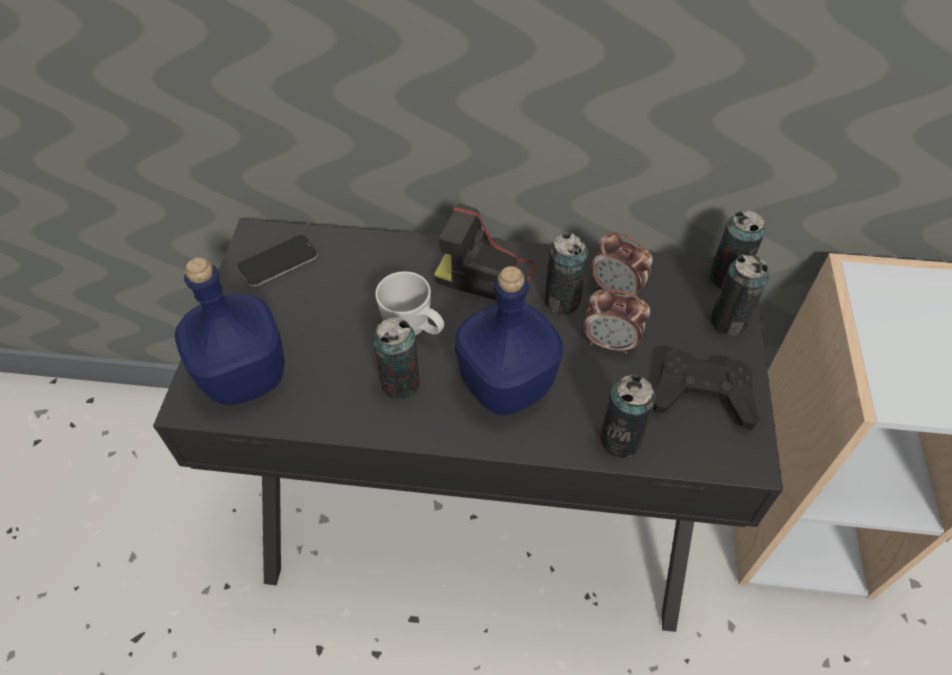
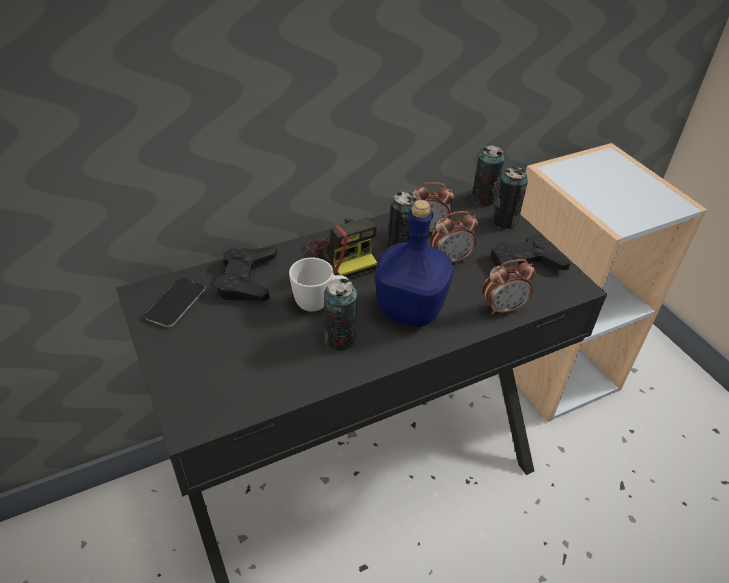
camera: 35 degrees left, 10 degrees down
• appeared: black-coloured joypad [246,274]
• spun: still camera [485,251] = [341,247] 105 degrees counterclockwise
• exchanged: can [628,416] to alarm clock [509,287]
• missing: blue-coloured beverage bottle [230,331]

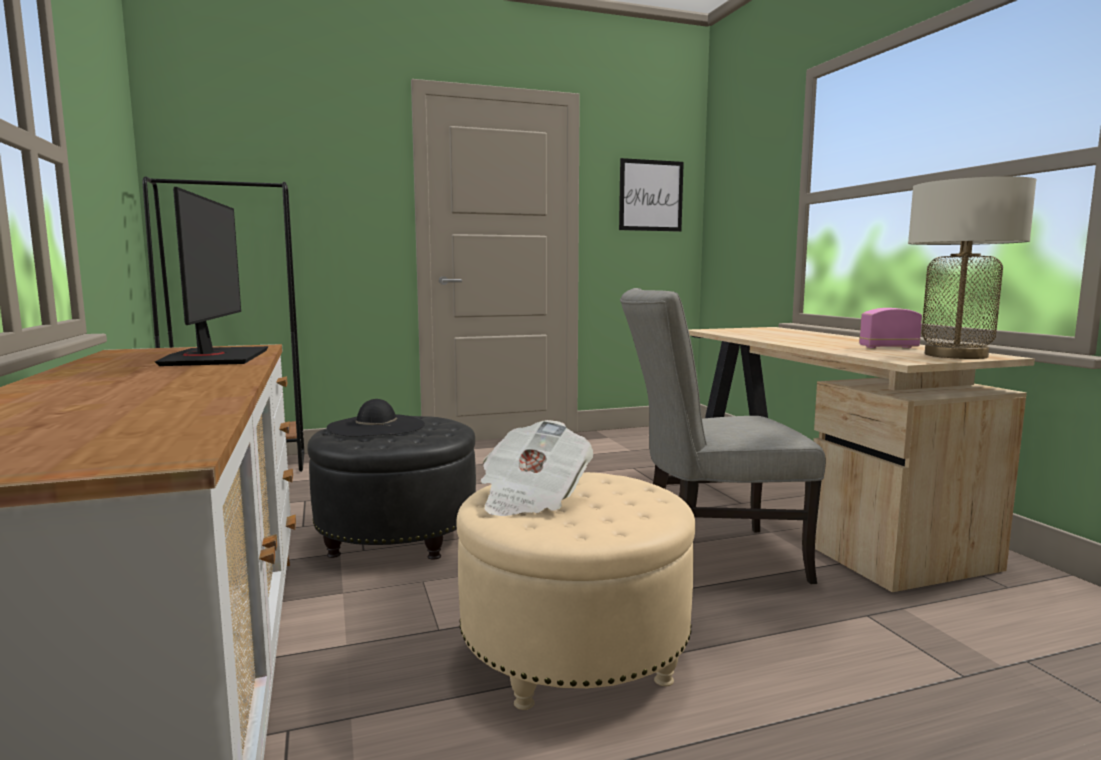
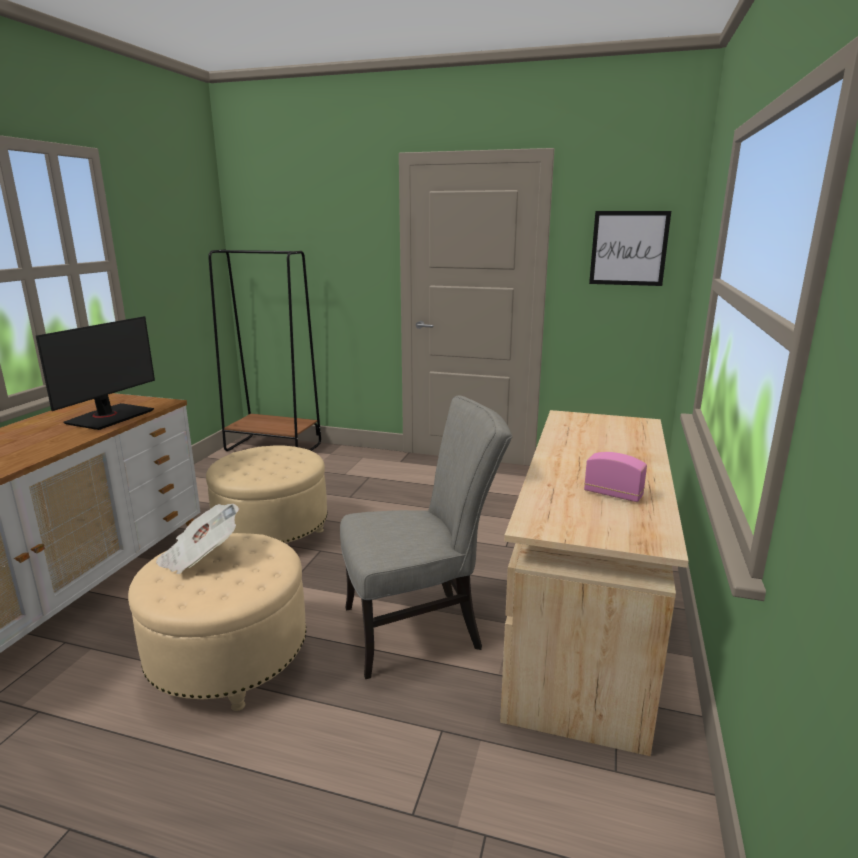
camera: 35 degrees right, 10 degrees up
• colour: black-coloured footrest [391,487] to beige-coloured footrest [266,494]
• spun: gray chair [723,436] = [426,537] 135 degrees clockwise
• missing: black-coloured hat [376,417]
• missing: lamp for a table [972,267]

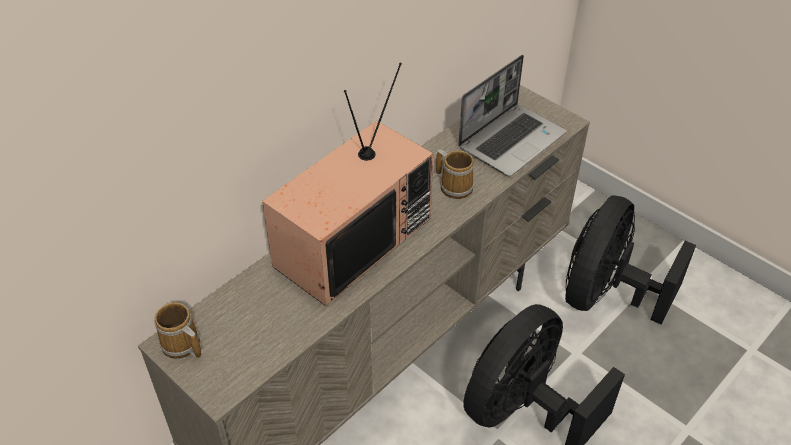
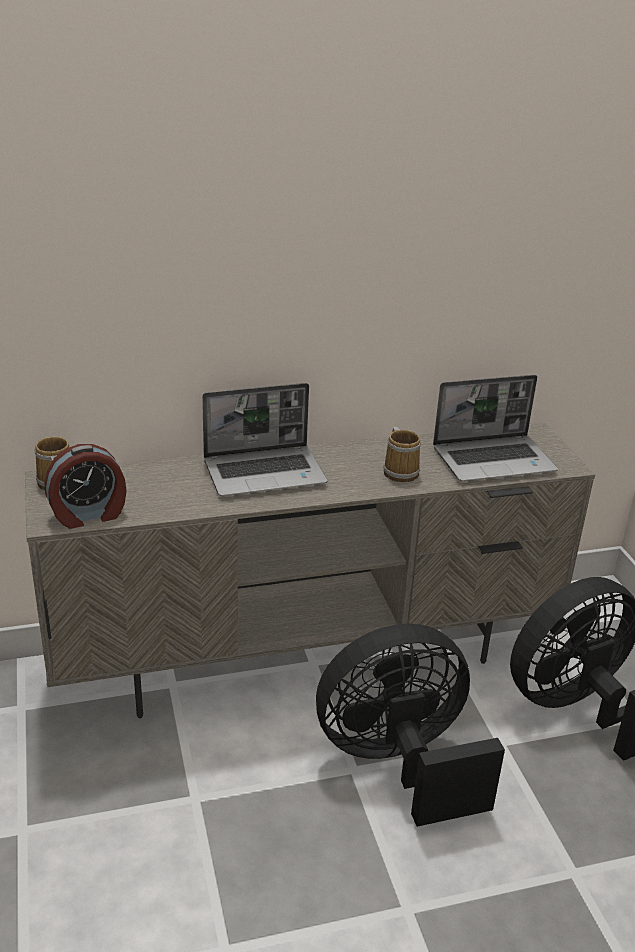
camera: 30 degrees right, 15 degrees down
• appeared: alarm clock [85,486]
• exchanged: TV set [347,184] to notebook computer [264,439]

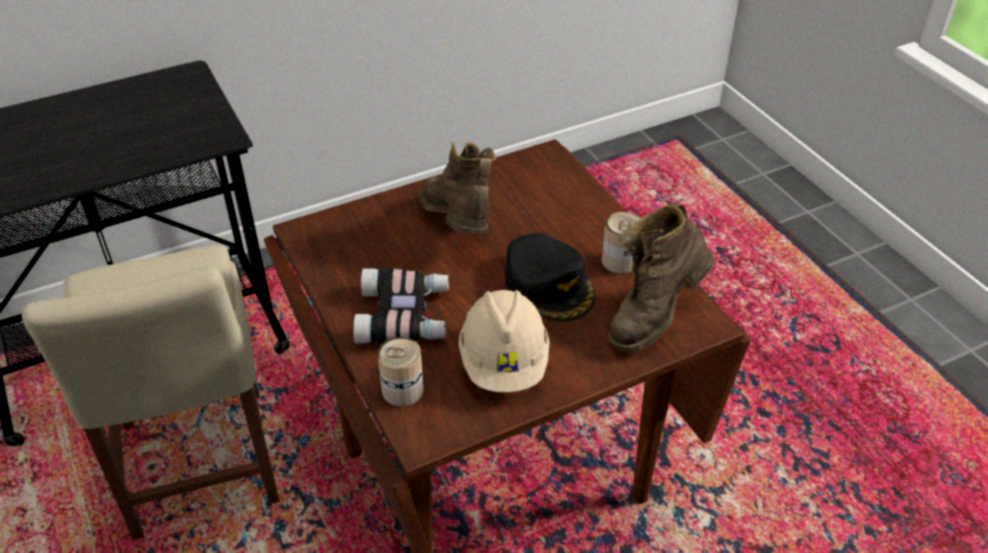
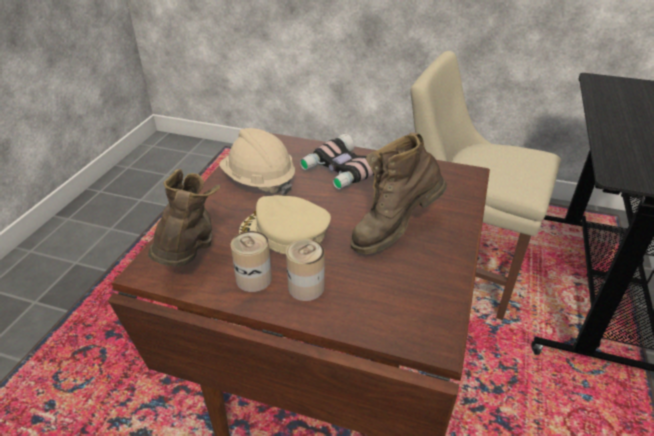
camera: 135 degrees right, 5 degrees down
• colour: black-coloured baseball cap [550,277] to beige-coloured baseball cap [285,224]
• relocated: can [401,372] to [305,270]
• spun: brownish high-top boot [457,187] = [398,193] 120 degrees clockwise

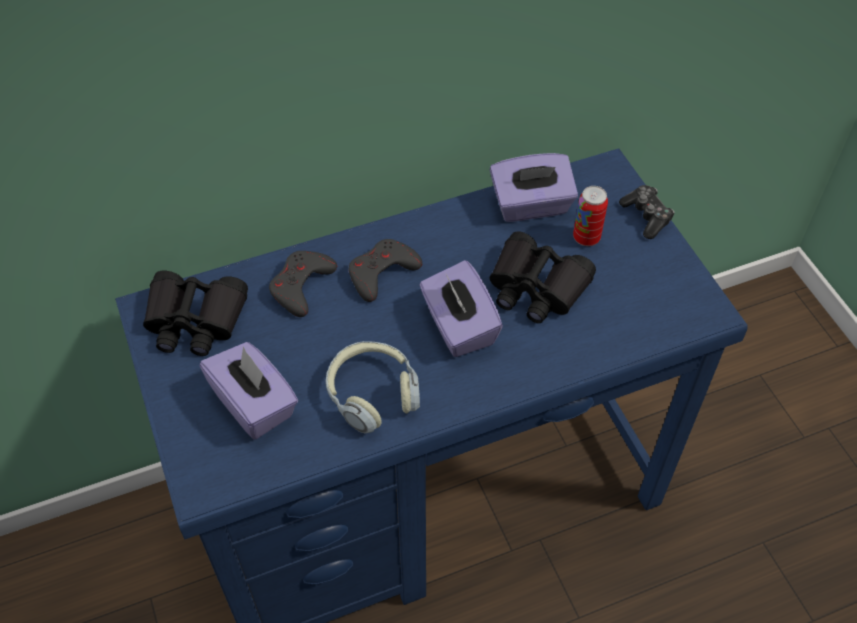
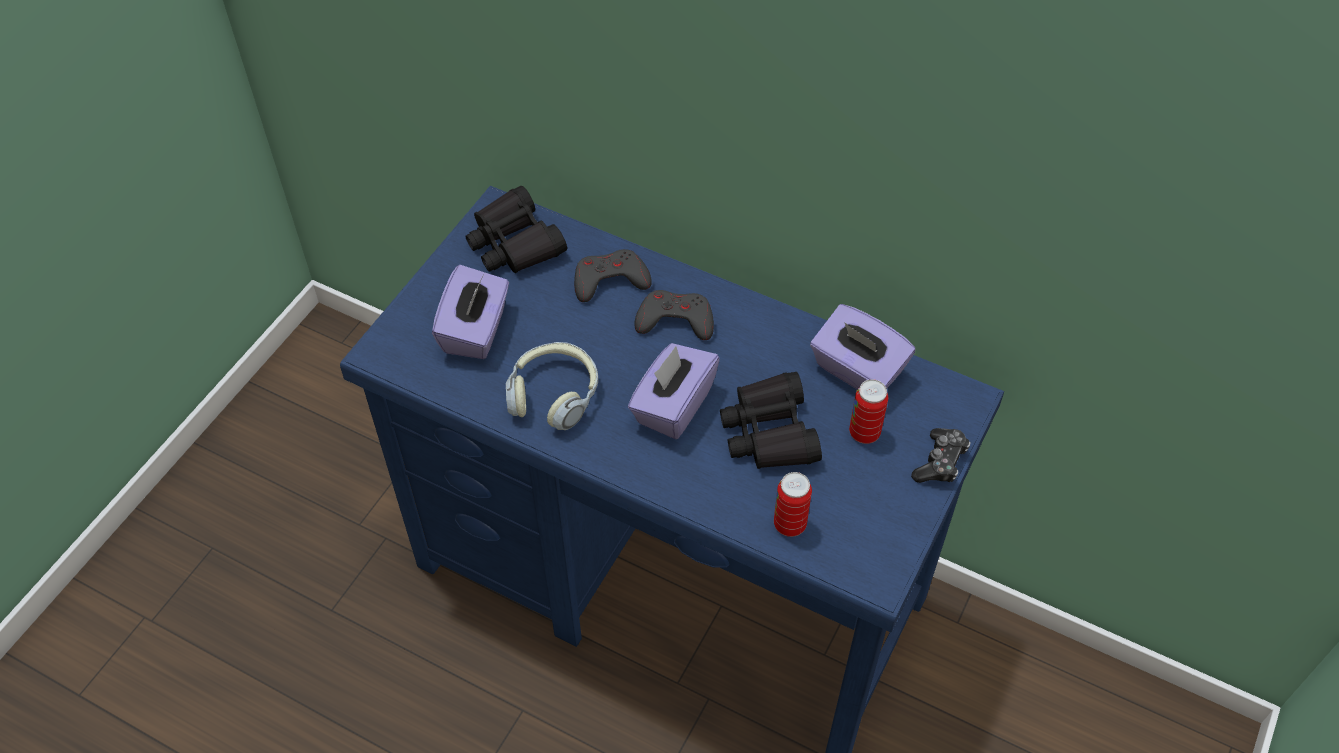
camera: 50 degrees right, 0 degrees up
• appeared: can [793,504]

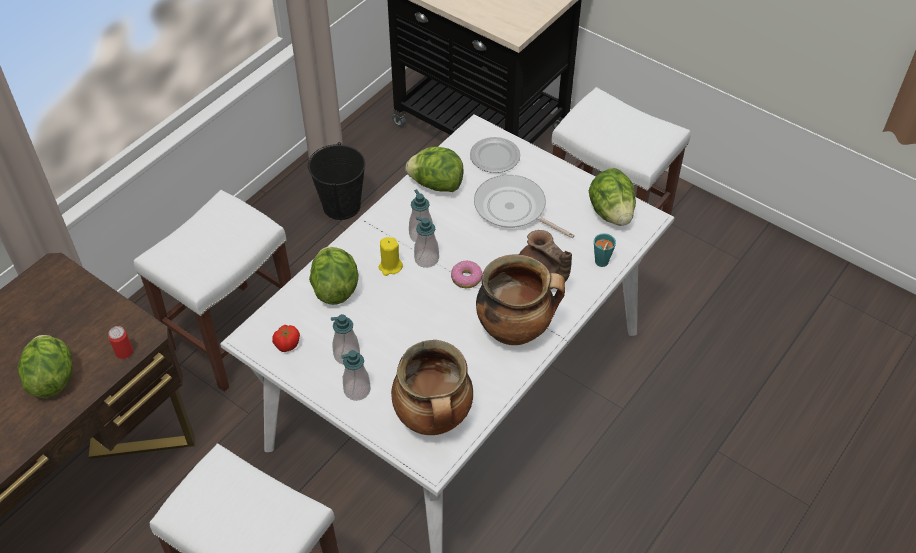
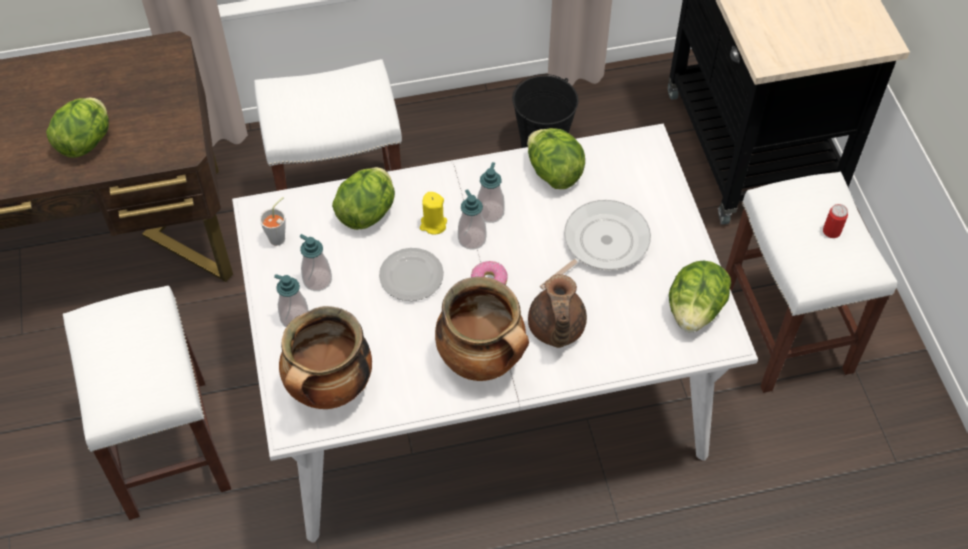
camera: 40 degrees right, 5 degrees up
• exchanged: tomato [286,338] to gray drinking cup [273,221]
• relocated: dinner plate [495,155] to [411,274]
• spun: skillet [524,206] = [595,245] 60 degrees clockwise
• relocated: can [120,342] to [835,221]
• missing: turquoise-coloured drinking cup [605,250]

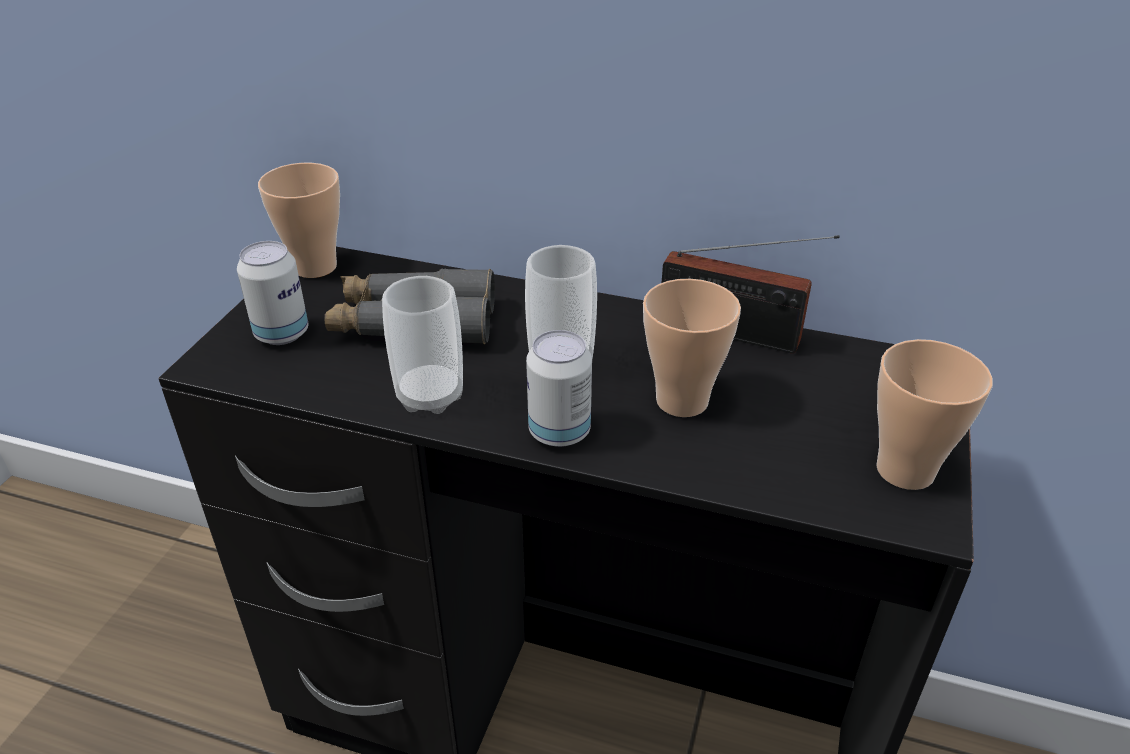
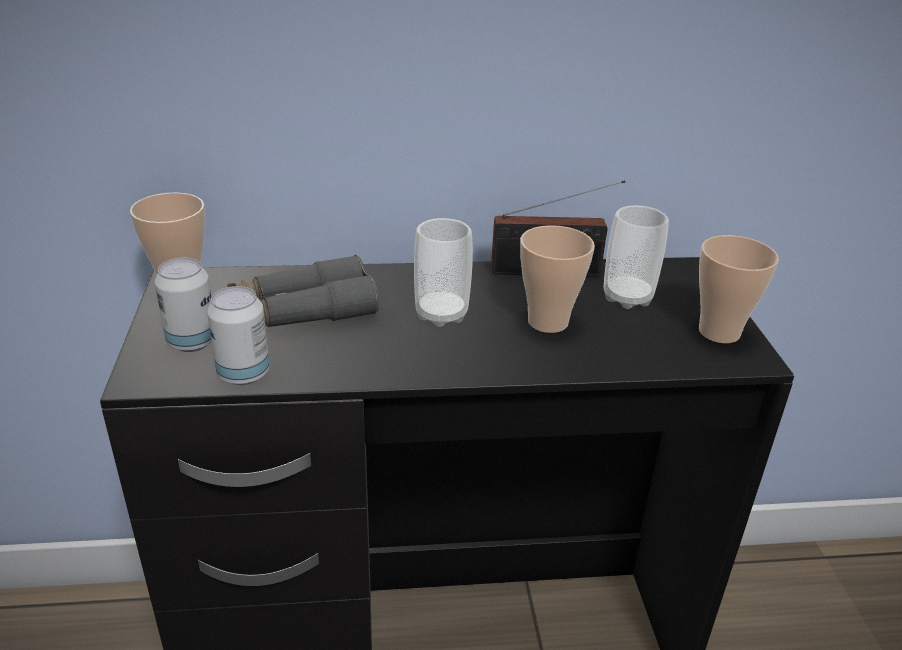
camera: 25 degrees left, 5 degrees down
• relocated: can [559,388] to [238,335]
• relocated: drinking cup [422,345] to [636,257]

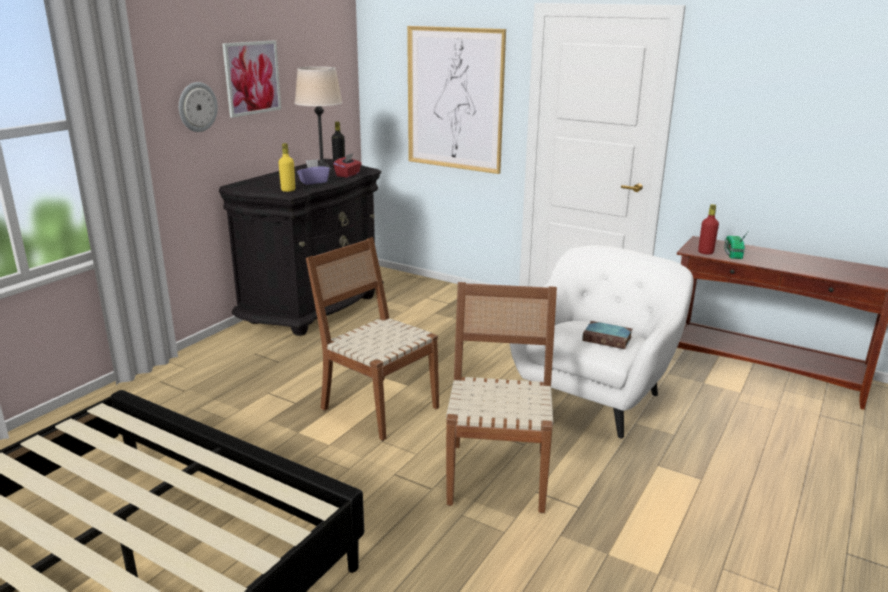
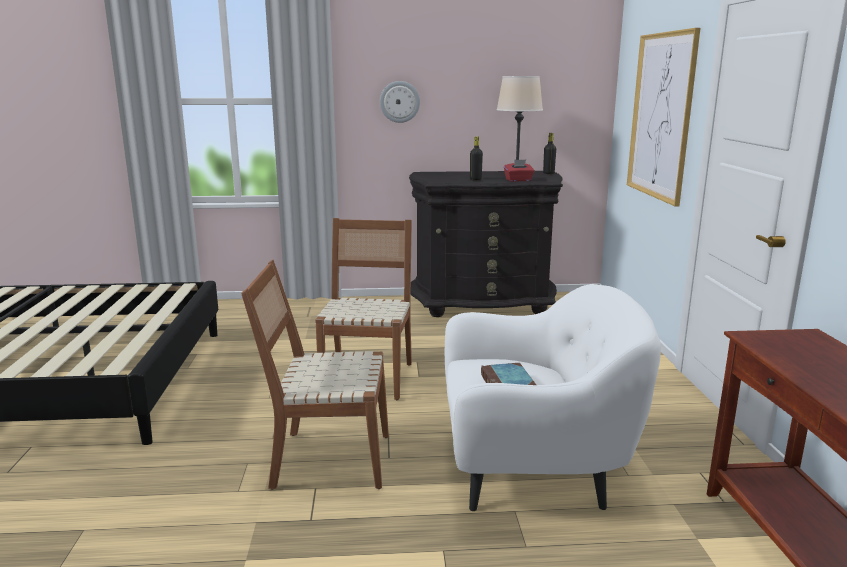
camera: 55 degrees right, 5 degrees down
• spun: chair [501,397] = [315,375] 150 degrees counterclockwise
• exchanged: purple-coloured tissue holder [313,172] to black-coloured beverage bottle [476,158]
• missing: wall art [251,79]
• missing: yellow-coloured beverage bottle [286,167]
• missing: red beverage bottle [708,229]
• missing: radio [736,245]

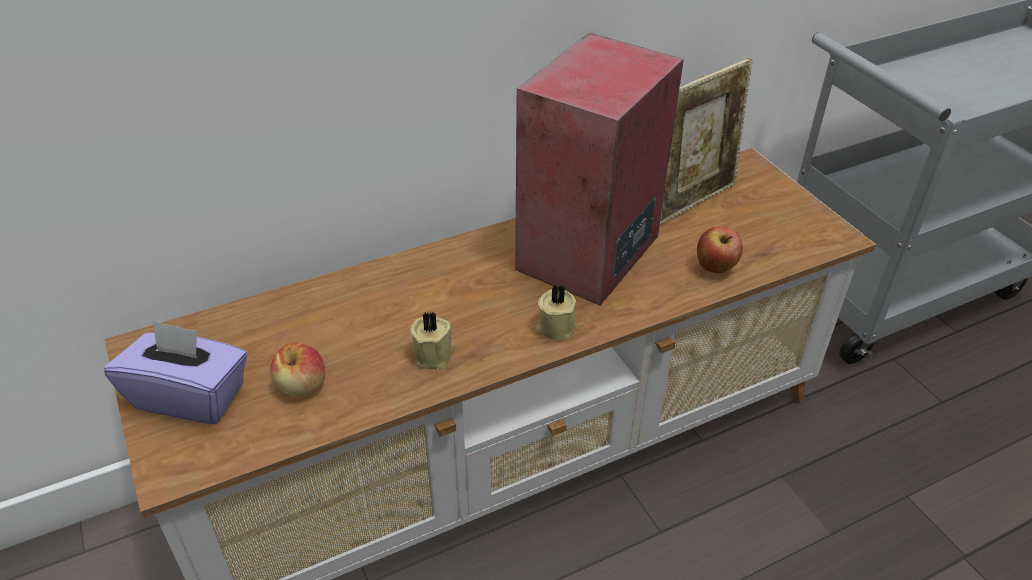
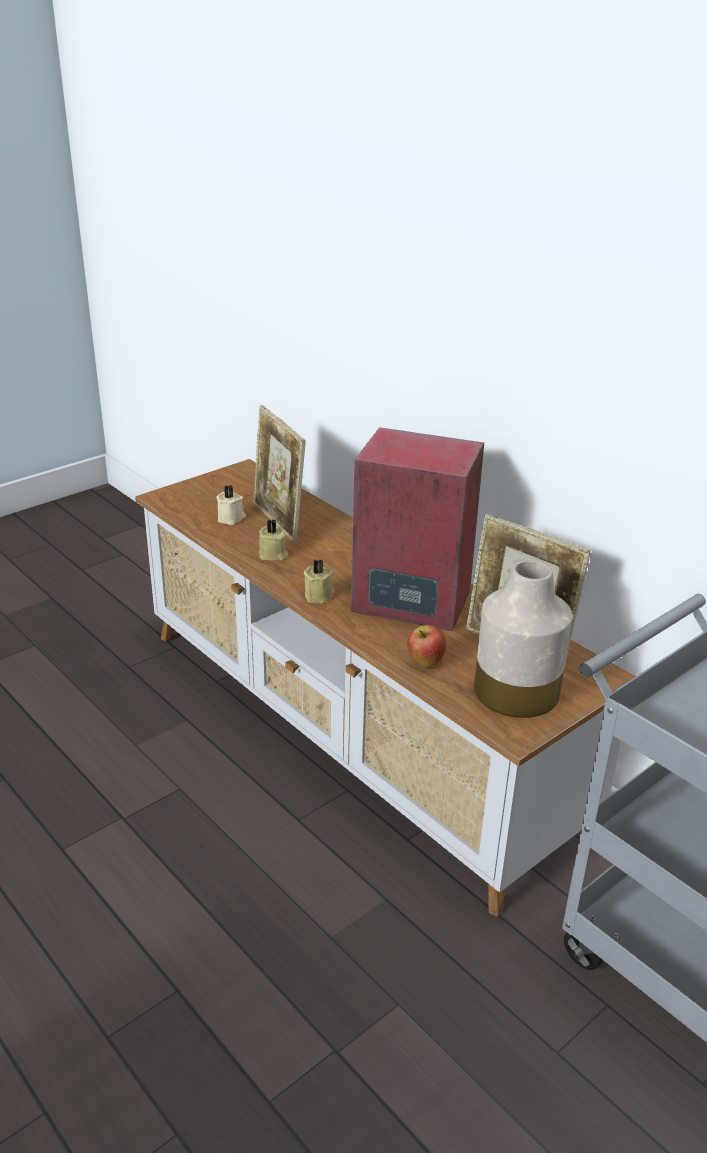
camera: 75 degrees right, 10 degrees down
• exchanged: apple [298,369] to beige-coloured wax light [231,505]
• appeared: standing frame [279,473]
• appeared: beige-coloured vase [523,639]
• missing: purple-coloured tissue holder [175,372]

